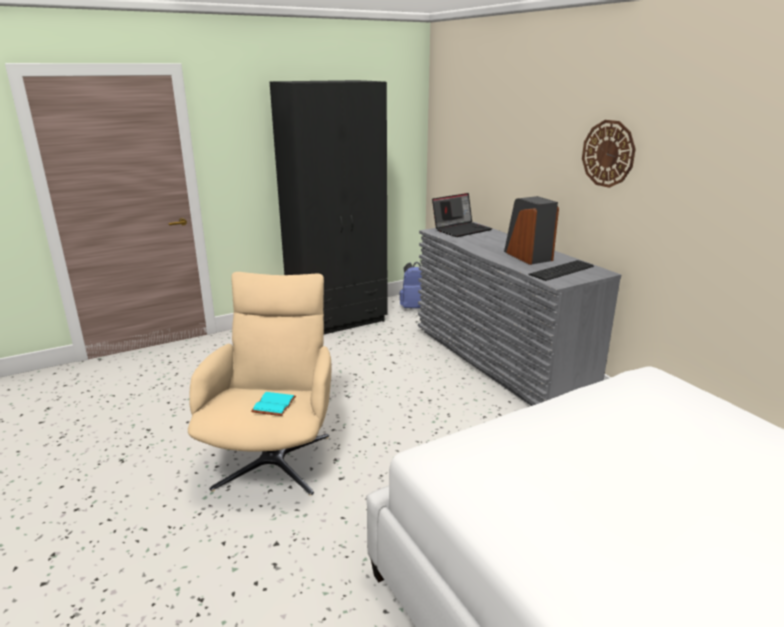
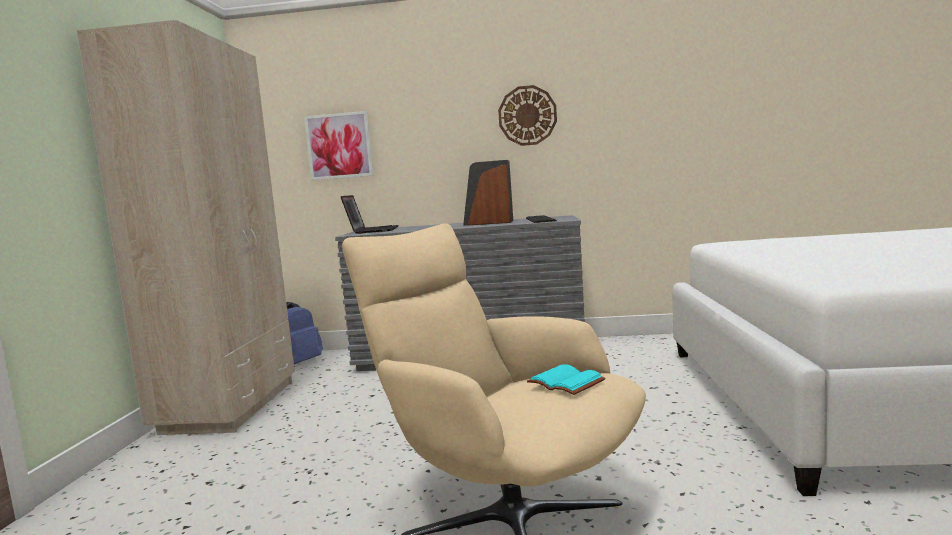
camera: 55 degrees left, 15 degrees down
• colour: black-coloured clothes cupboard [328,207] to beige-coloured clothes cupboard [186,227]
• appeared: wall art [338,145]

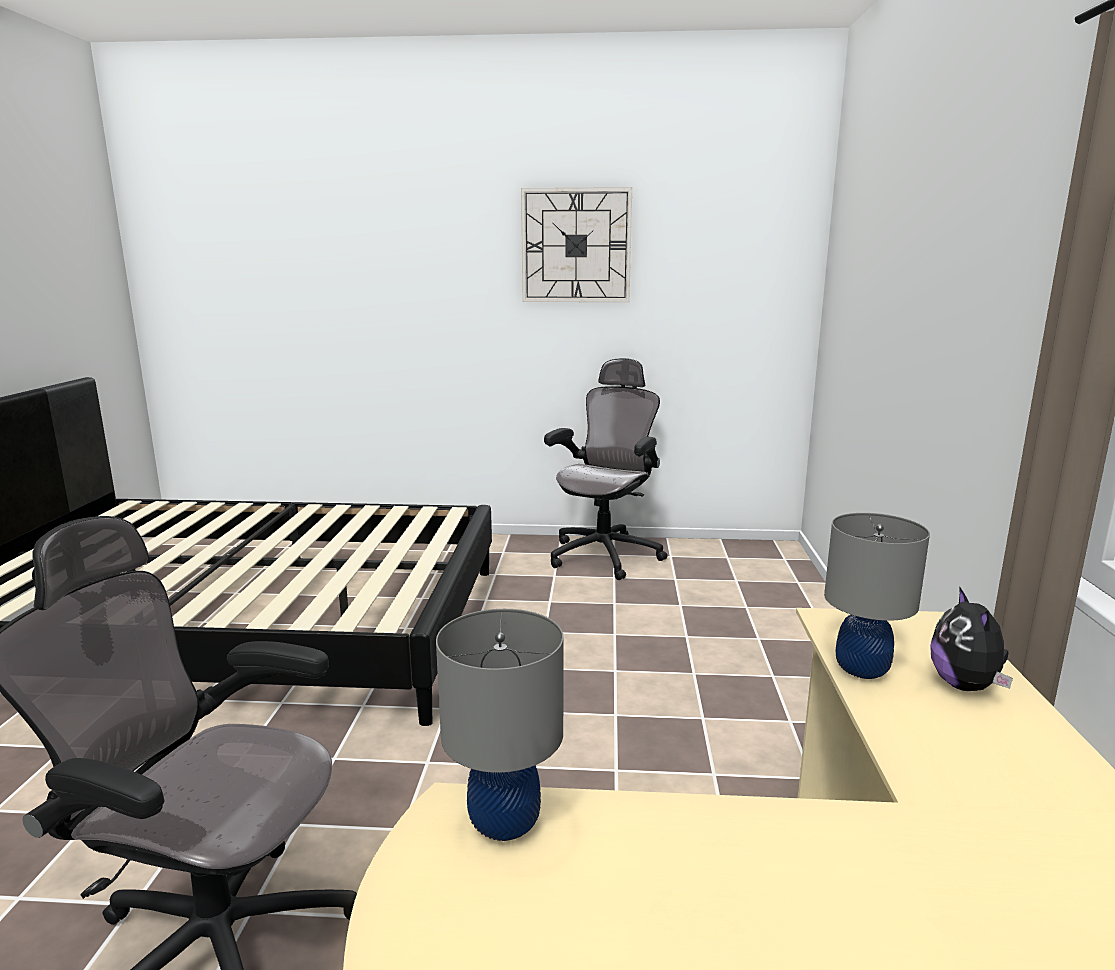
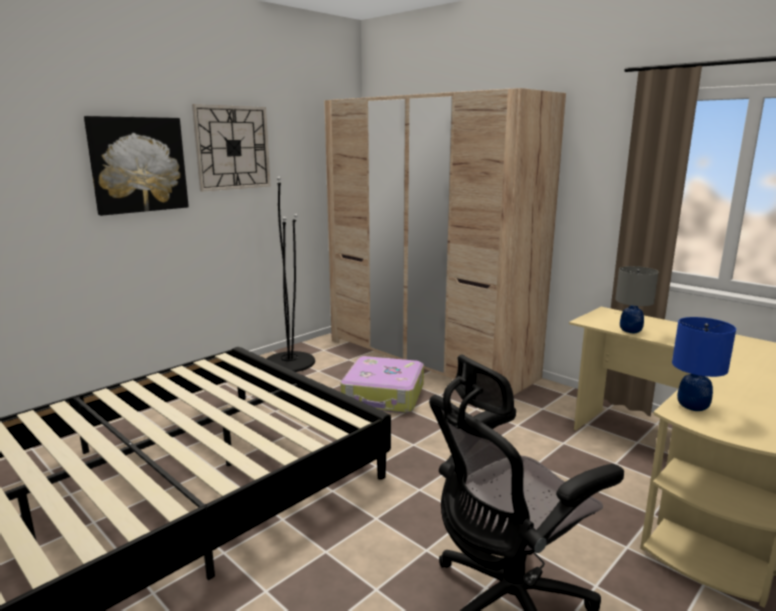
camera: 50 degrees left, 0 degrees up
• appeared: wall art [136,166]
• exchanged: office chair [606,469] to black-coloured standard lamp [290,274]
• appeared: beige-coloured clothes cupboard [445,241]
• appeared: piece of luggage [382,384]
• colour: gray lamp for a table [499,725] to blue-coloured lamp for a table [704,364]
• missing: plush toy [971,638]

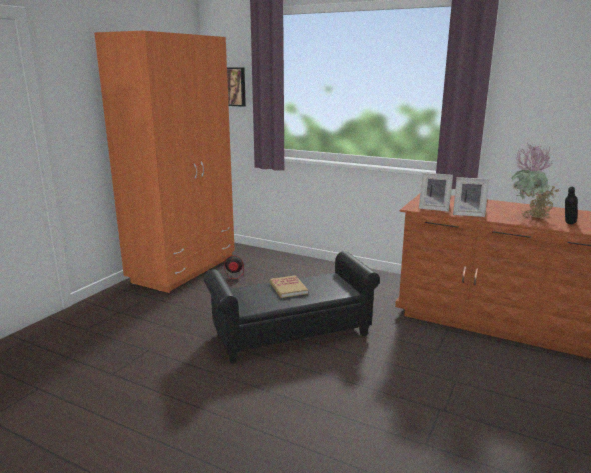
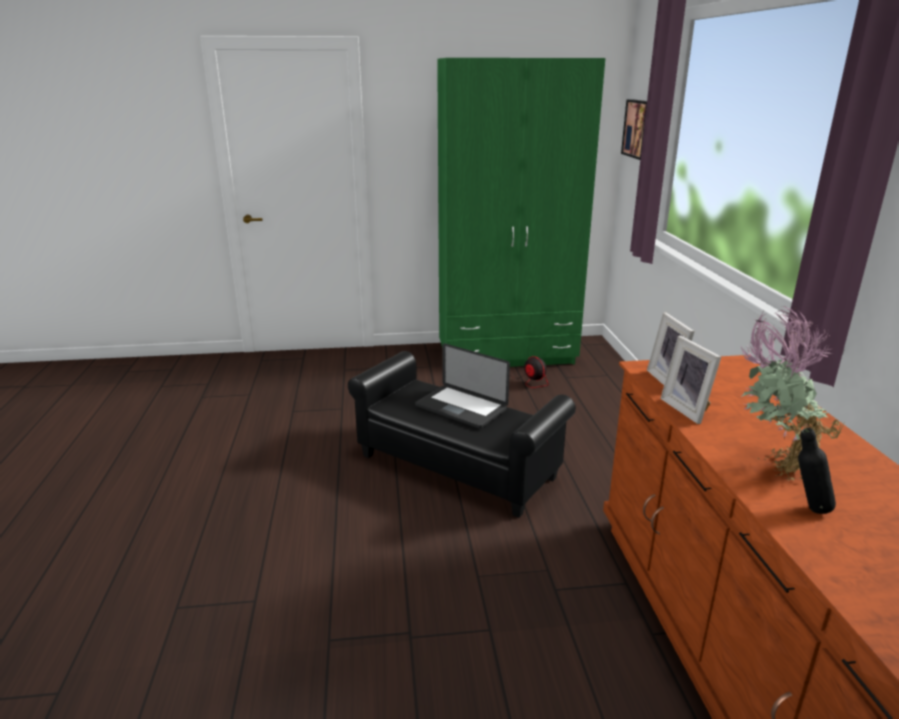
camera: 55 degrees right, 5 degrees up
• exchanged: book [289,286] to notebook computer [462,386]
• colour: orange clothes cupboard [164,162] to green clothes cupboard [521,212]

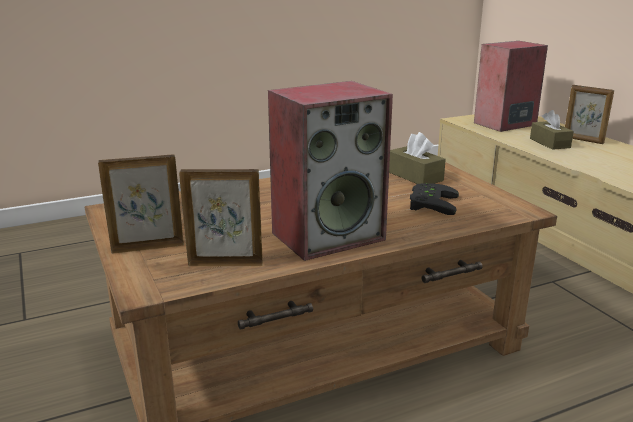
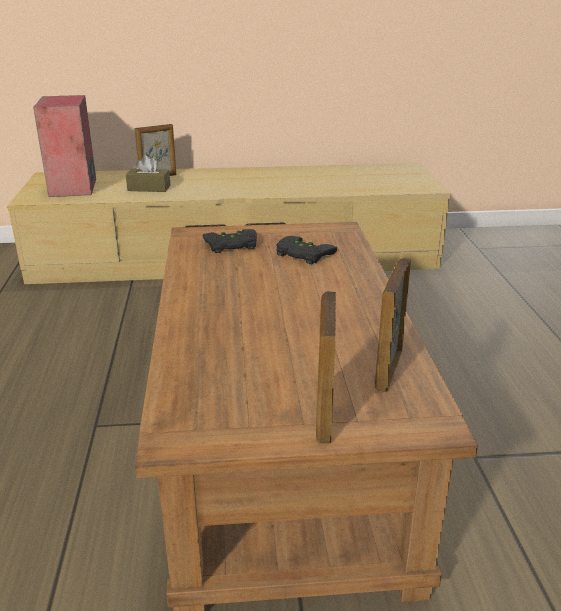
camera: 70 degrees left, 5 degrees up
• exchanged: brownish tissue holder [417,158] to black-coloured joypad [230,241]
• missing: loudspeaker [330,171]

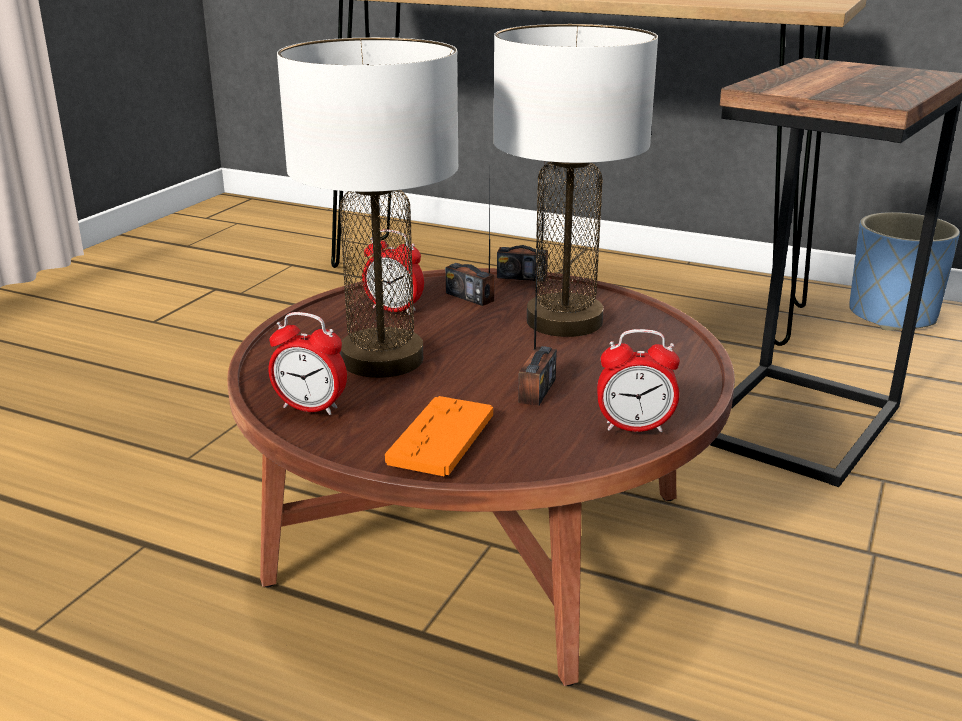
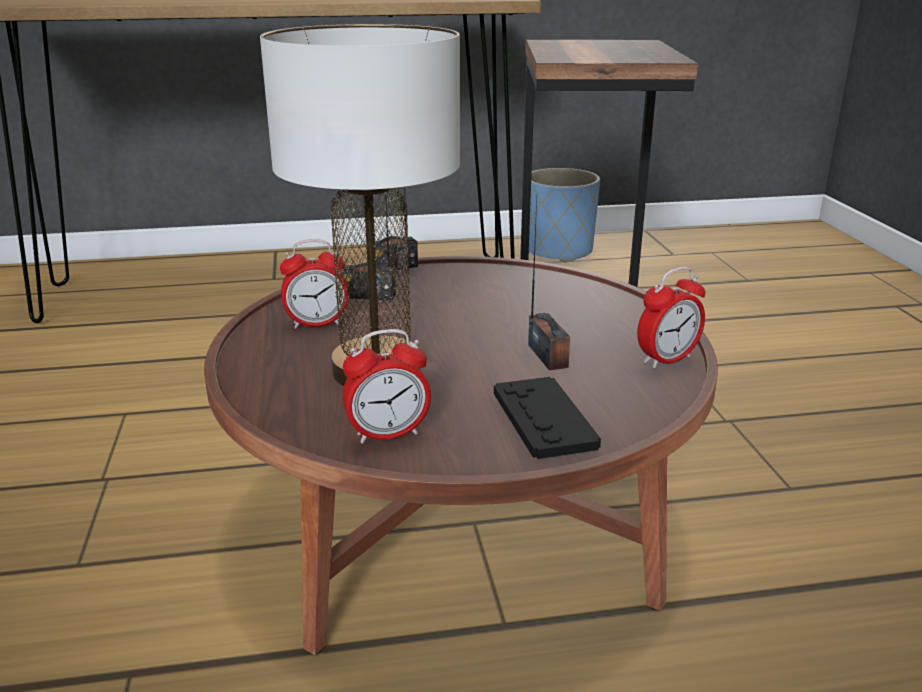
camera: 35 degrees left, 0 degrees up
• colour: orange joypad [439,436] to black-coloured joypad [547,418]
• missing: lamp for a table [576,180]

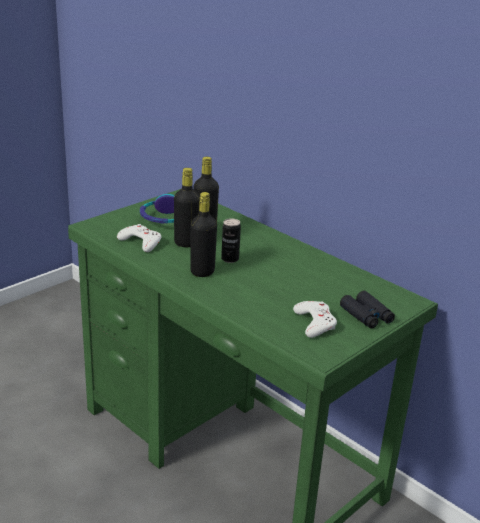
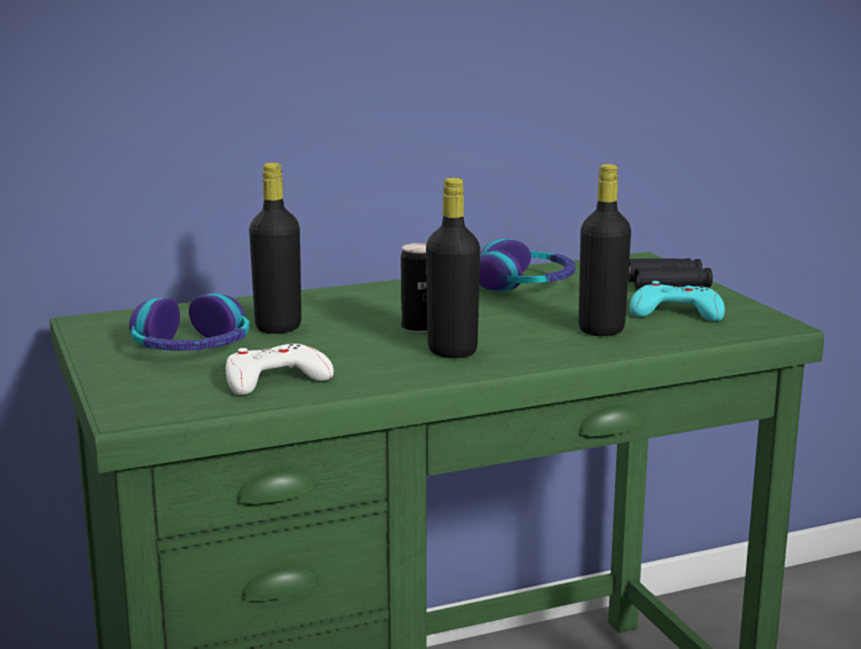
camera: 65 degrees left, 10 degrees down
• appeared: pair of headphones [527,265]
• relocated: black-coloured beverage bottle [187,207] to [605,250]
• colour: white joypad [315,319] to turquoise-coloured joypad [677,301]

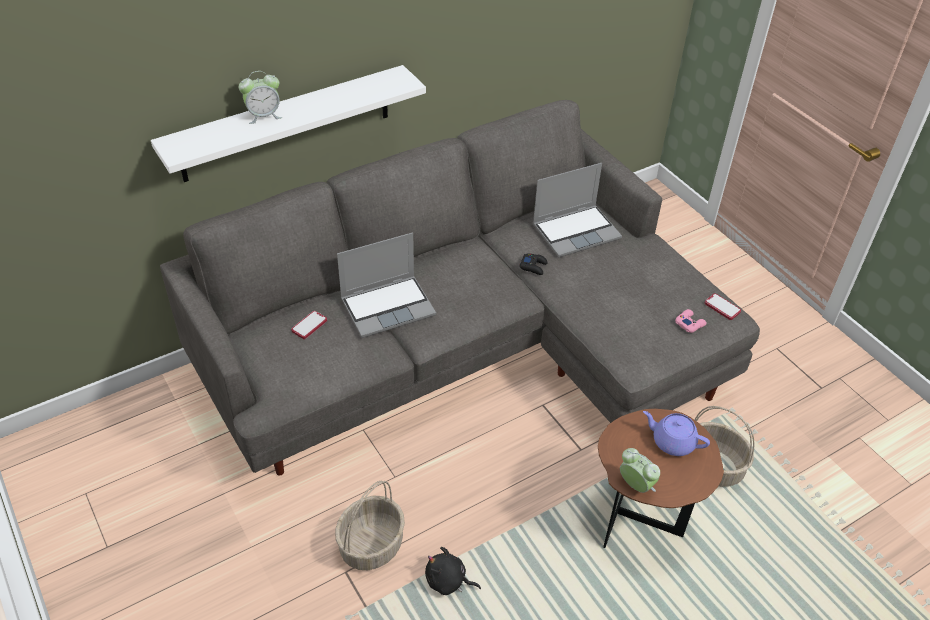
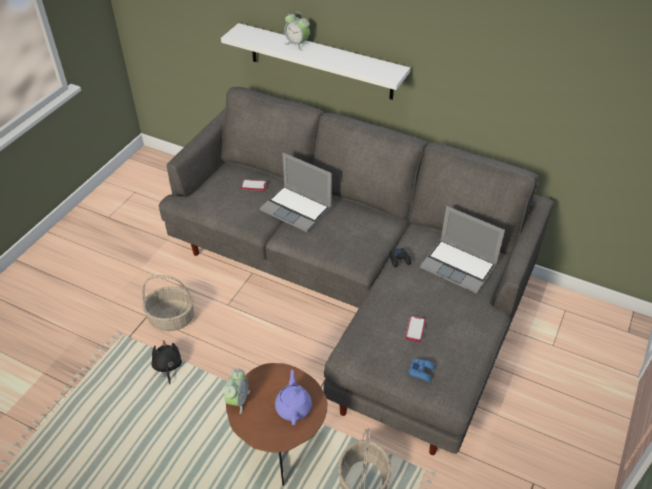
camera: 60 degrees right, 0 degrees up
• relocated: telephone [723,307] to [415,329]
• colour: pink joypad [691,321] to blue-coloured joypad [421,370]

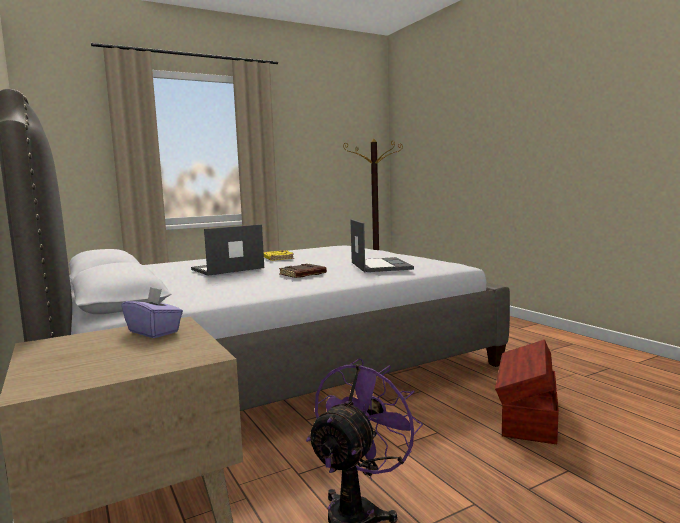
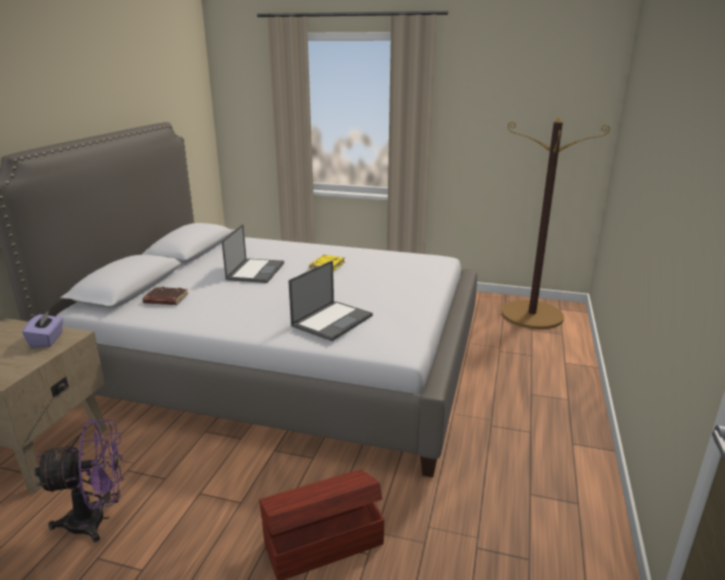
camera: 45 degrees right, 15 degrees up
• relocated: brownish book [303,271] to [165,296]
• spun: notebook computer [227,250] = [253,253] 90 degrees clockwise

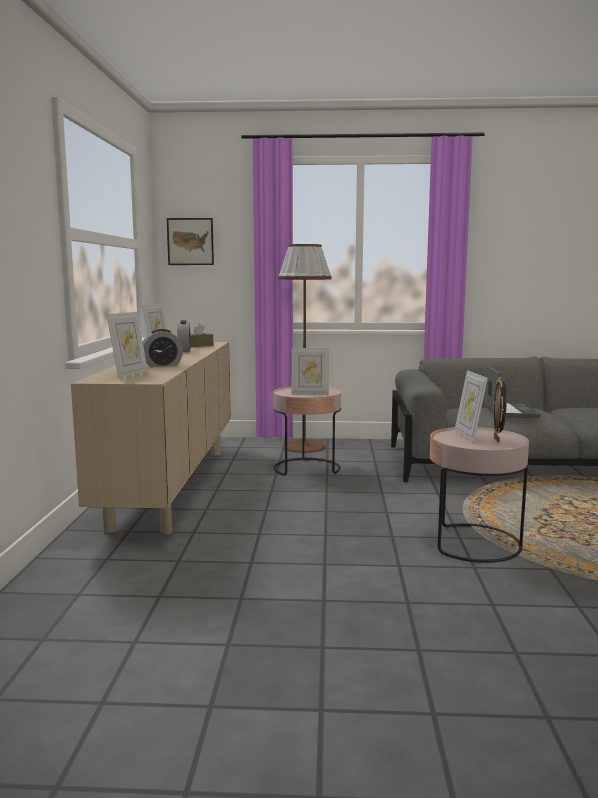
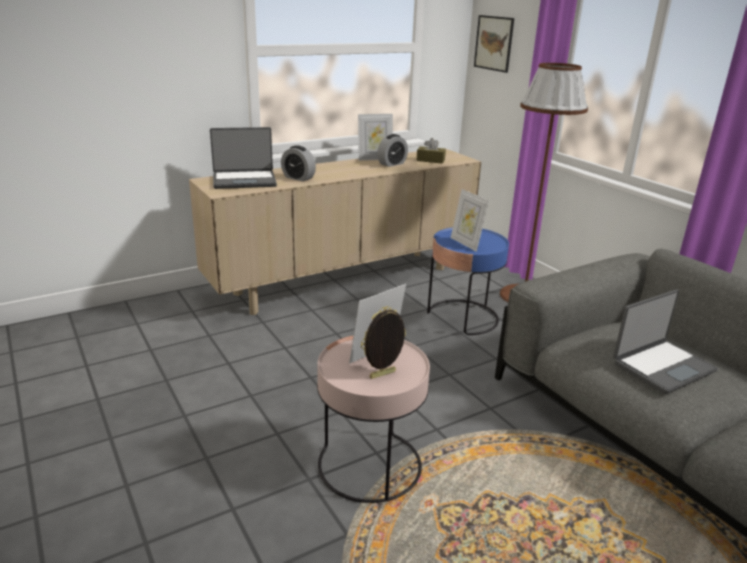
camera: 55 degrees right, 15 degrees up
• exchanged: standing frame [127,345] to notebook computer [243,158]
• colour: pink accent table [307,431] to blue-coloured accent table [468,281]

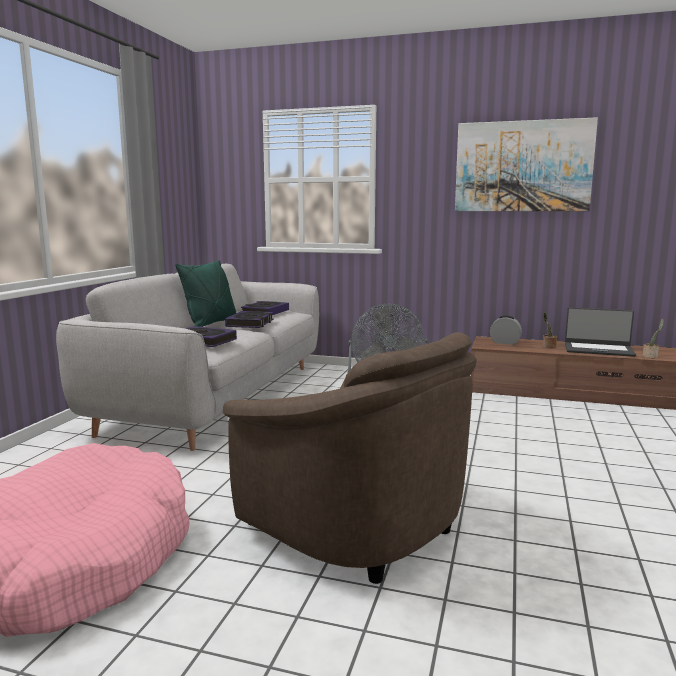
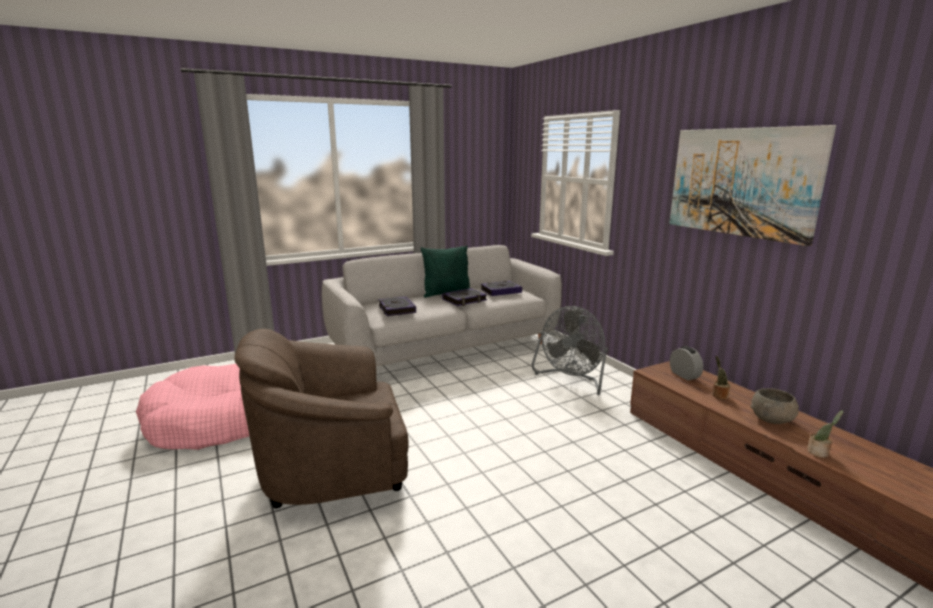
camera: 45 degrees right, 5 degrees up
• spun: brownish easy chair [349,458] = [321,418] 75 degrees clockwise
• exchanged: notebook computer [600,332] to gray serving bowl [775,406]

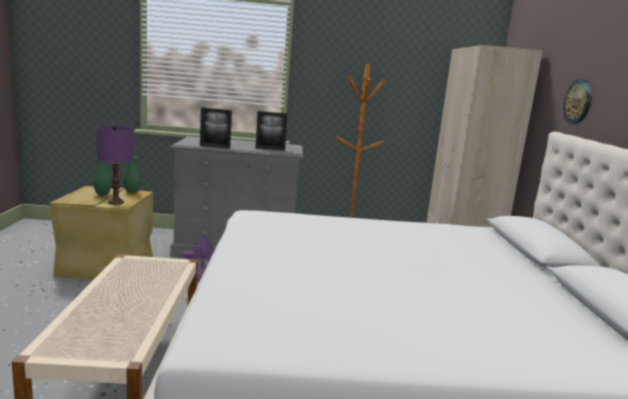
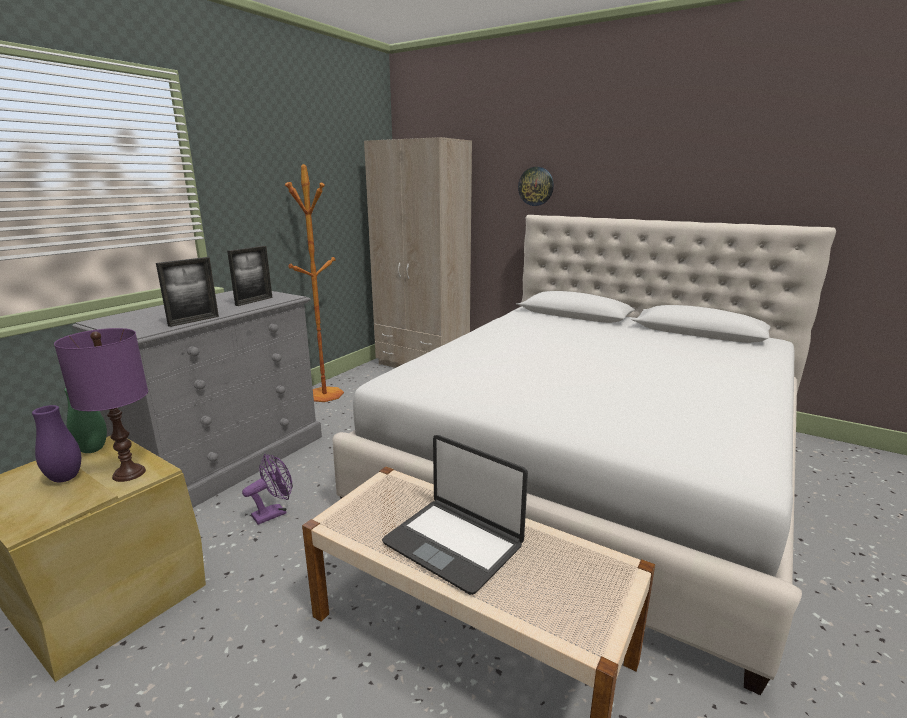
camera: 55 degrees left, 5 degrees up
• colour: green vase [102,177] to purple-coloured vase [56,443]
• appeared: notebook computer [455,515]

